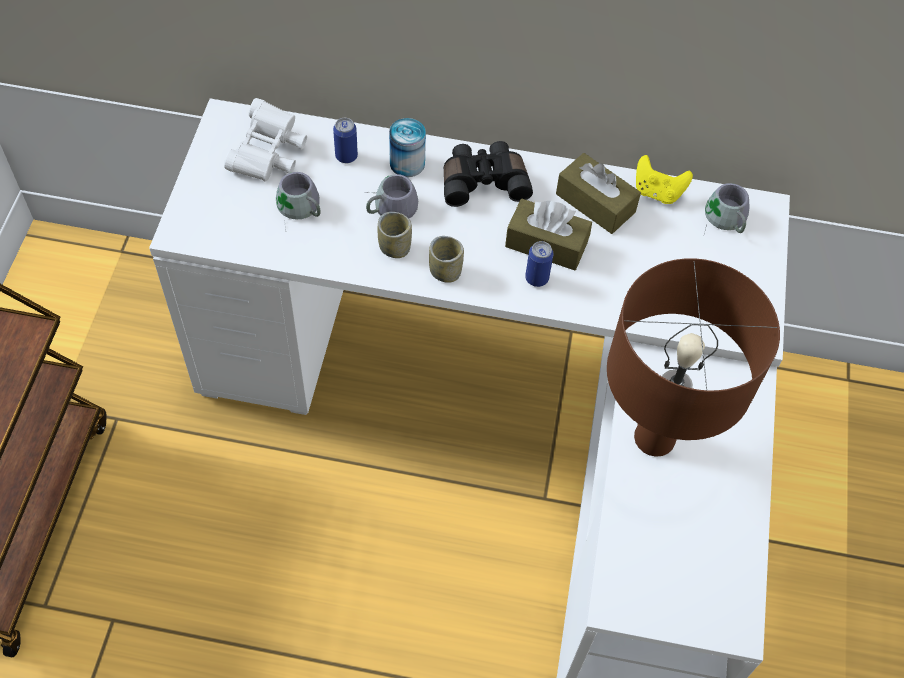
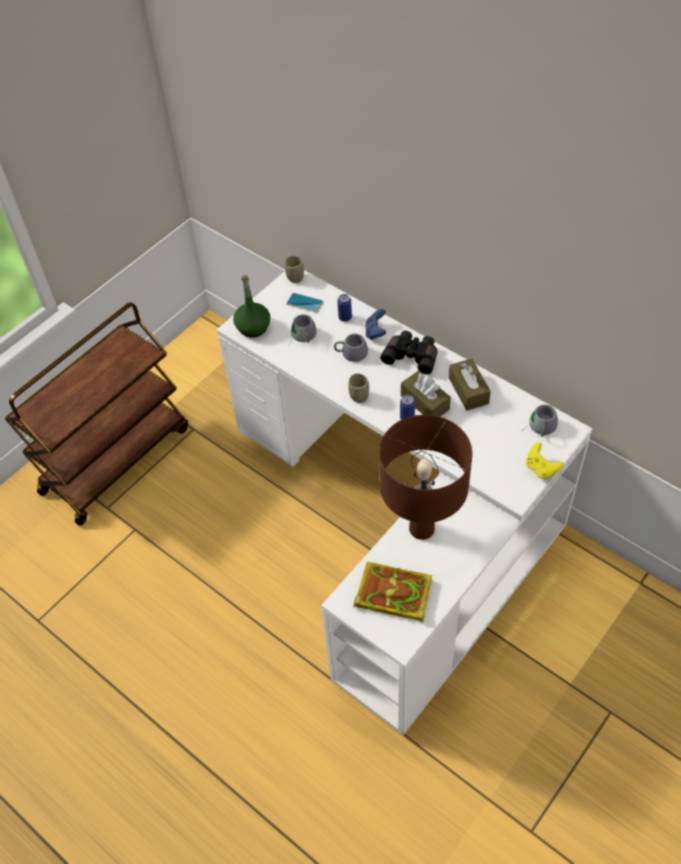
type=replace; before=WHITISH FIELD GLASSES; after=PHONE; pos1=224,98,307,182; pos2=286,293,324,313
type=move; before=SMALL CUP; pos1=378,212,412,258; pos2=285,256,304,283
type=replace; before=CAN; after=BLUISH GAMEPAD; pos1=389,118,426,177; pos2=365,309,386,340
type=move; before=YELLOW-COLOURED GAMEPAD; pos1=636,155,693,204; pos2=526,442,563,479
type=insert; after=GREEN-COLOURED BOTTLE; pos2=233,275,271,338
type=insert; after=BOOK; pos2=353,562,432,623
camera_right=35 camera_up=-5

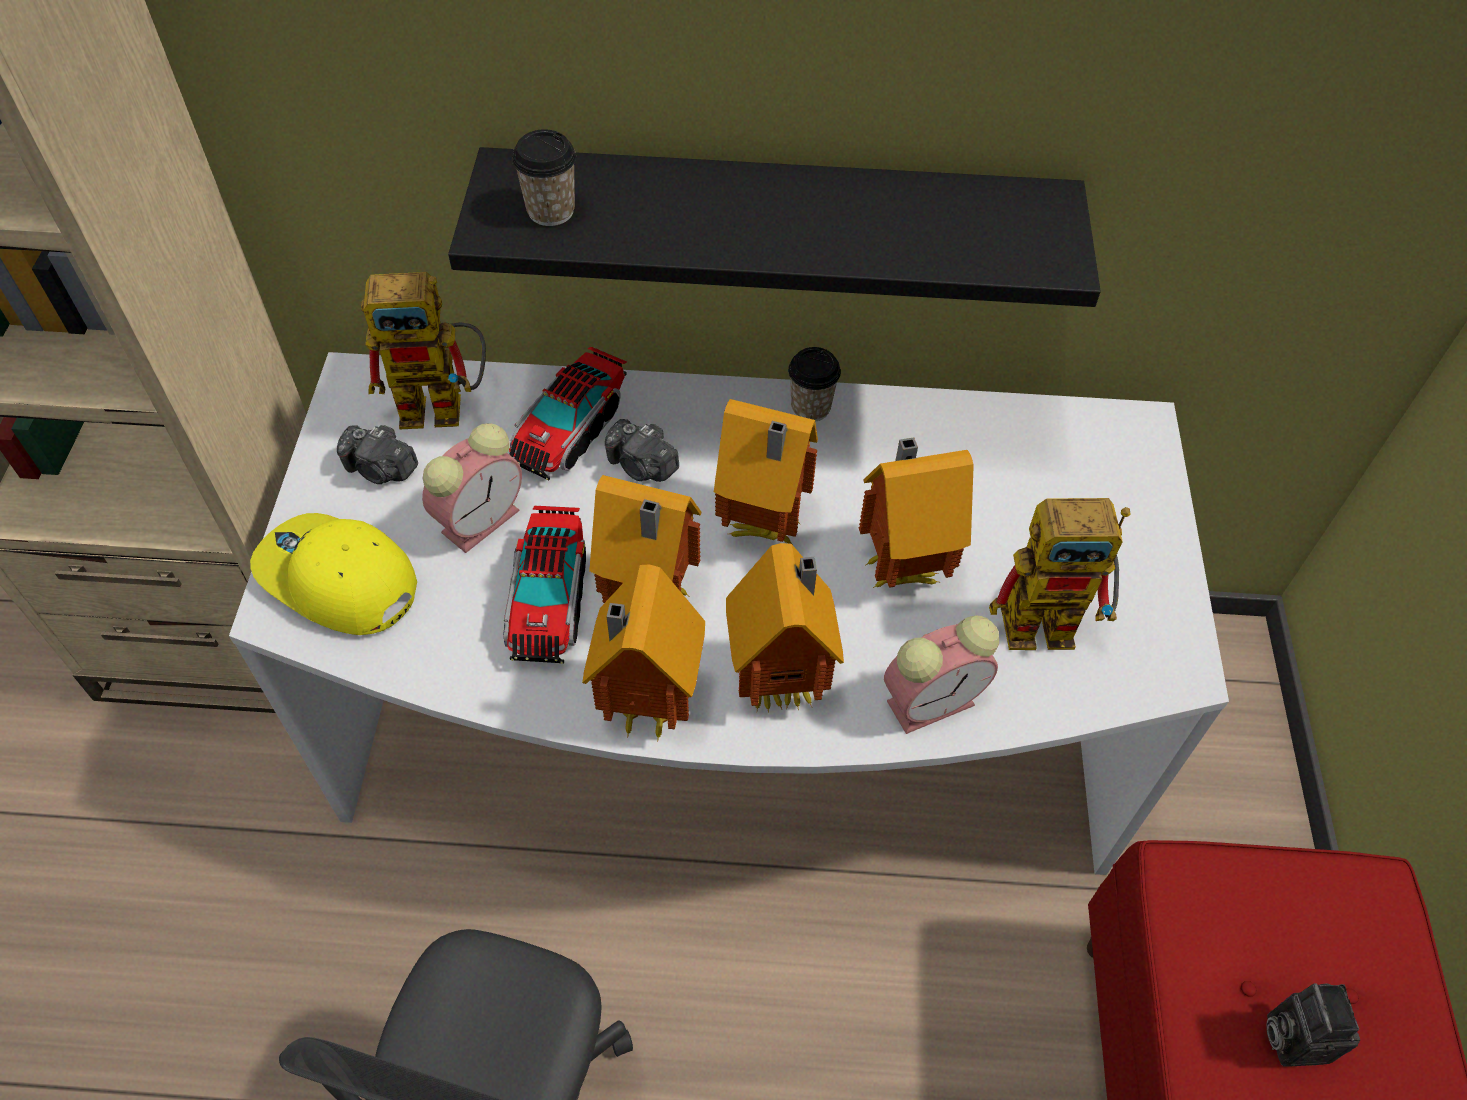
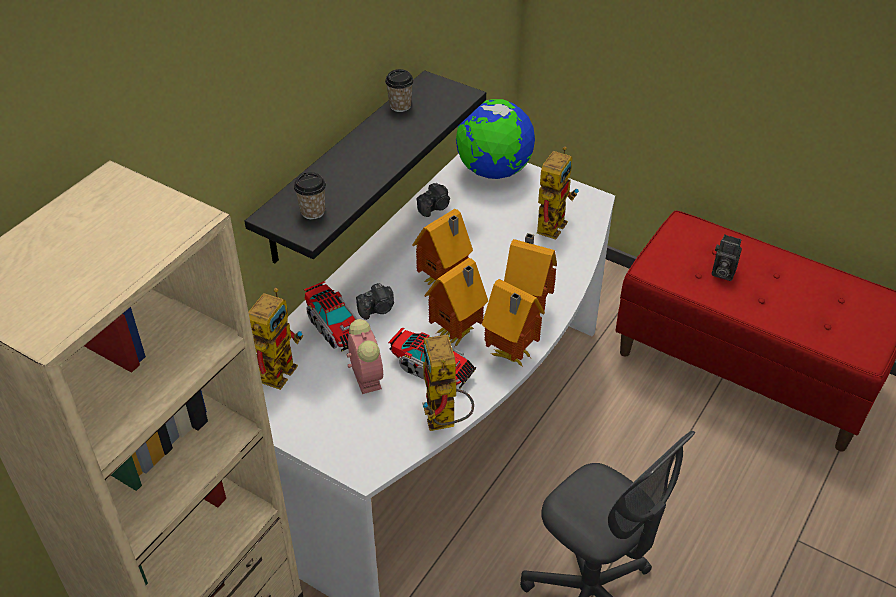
type=delete; before=YELLOW-COLOURED BASEBALL CAP; pos1=250,513,417,635
type=move; before=PHOTO CAMERA; pos1=337,425,418,484; pos2=416,183,450,217
type=move; before=SMALL CUP; pos1=788,347,841,422; pos2=385,69,414,112
type=delete; before=MINIATURE HOUSE; pos1=859,437,974,589
type=delete; before=TABLE CLOCK; pos1=884,616,999,734
type=insert; after=ROBOT FIGURE; pos2=422,334,474,431
type=insert; after=WORLD GLOBE; pos2=456,99,535,179
camera_right=-60 camera_up=-10

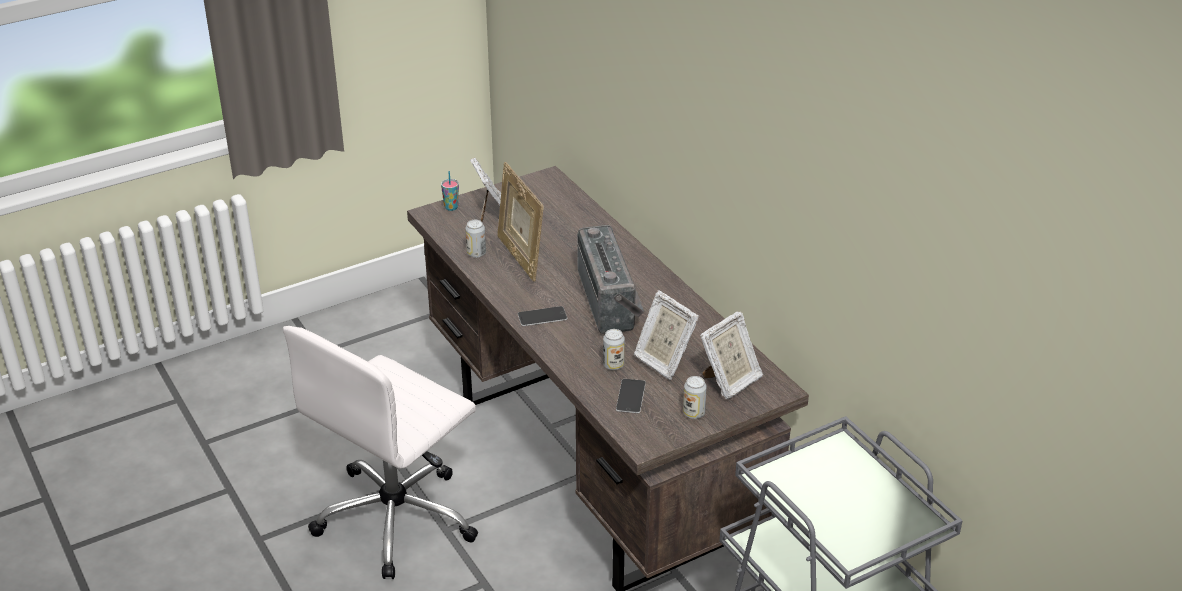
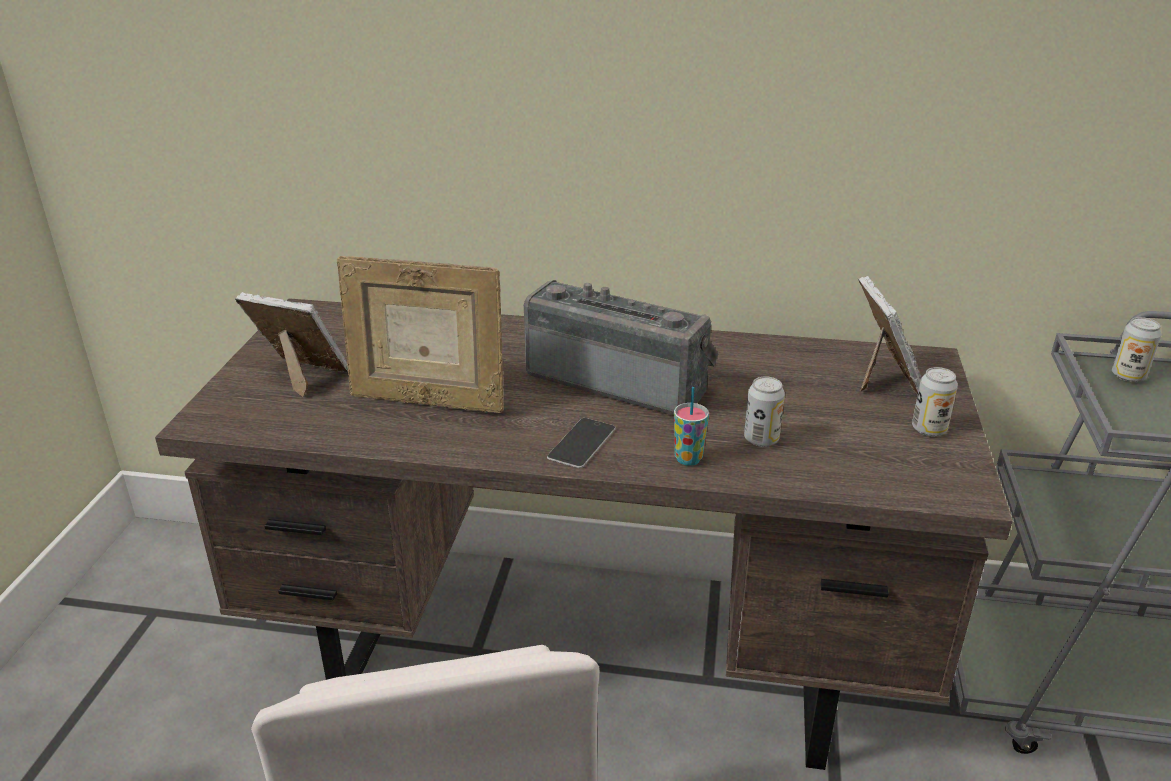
type=move; before=SMALL CUP; pos1=441,171,459,211; pos2=674,387,709,466
type=move; before=CAN; pos1=465,220,486,258; pos2=1112,317,1161,382
type=delete; before=PHONE; pos1=616,379,646,413
type=delete; before=STANDING FRAME; pos1=633,290,699,380
camera_right=-50 camera_up=-5

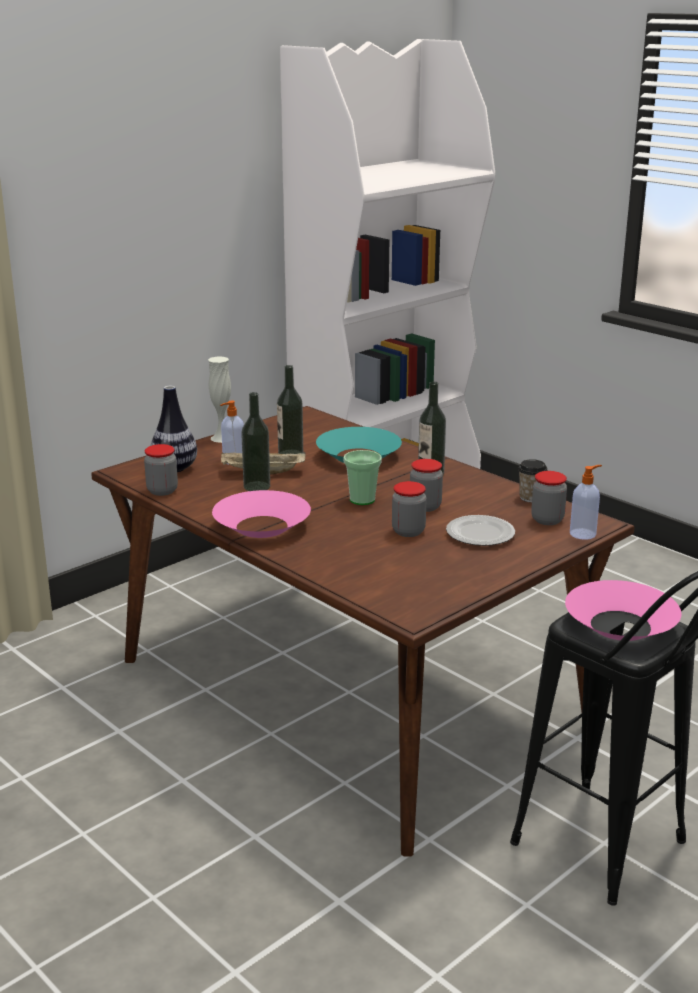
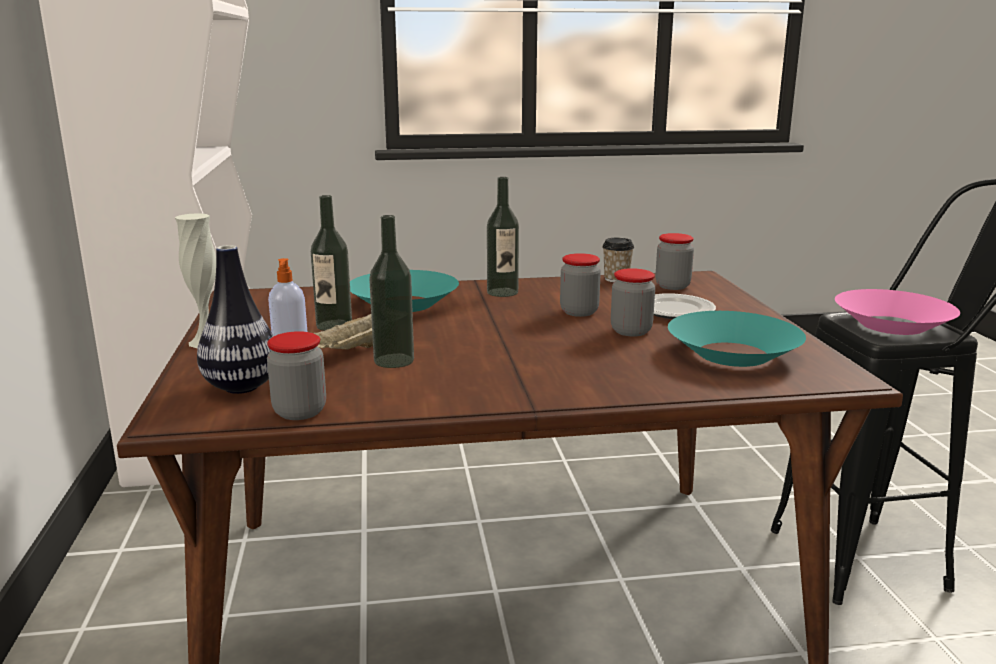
type=delete; before=PINKISH DEEP DISH; pos1=212,490,311,538
type=delete; before=SMALL CUP; pos1=344,450,382,505
type=delete; before=SOAP DISPENSER; pos1=570,465,602,540
type=insert; after=BLUE-GREEN DEEP DISH; pos2=668,311,806,367
camera_right=-55 camera_up=-5

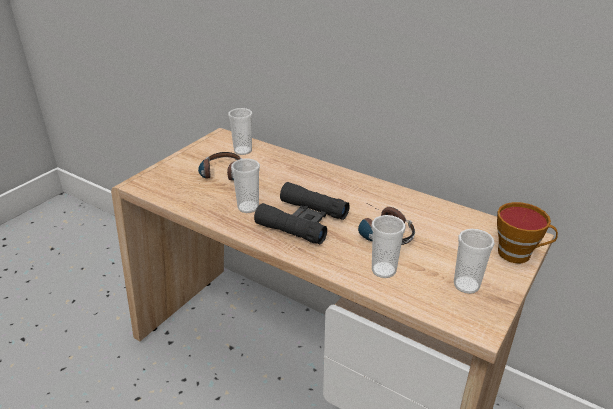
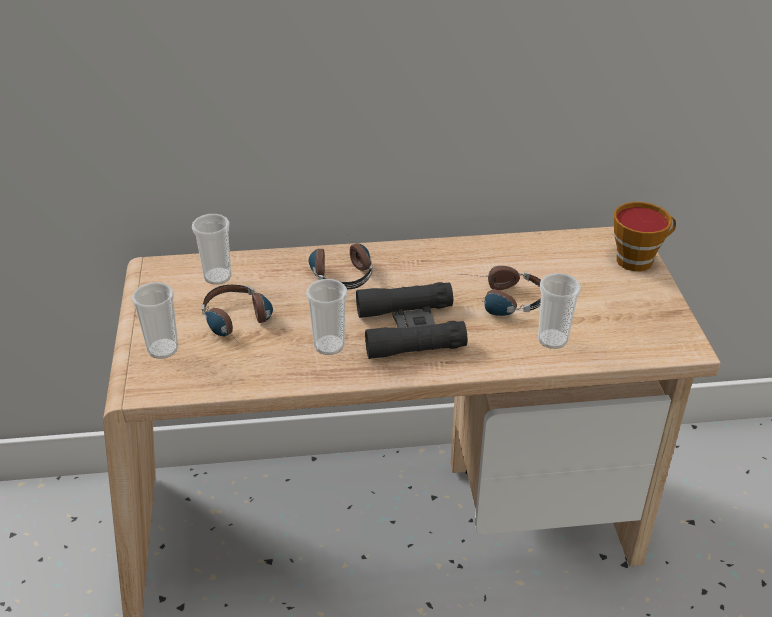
type=move; before=SMALL CUP; pos1=454,229,495,294; pos2=132,282,178,359
type=insert; after=HEADPHONES; pos2=309,234,373,290
camera_right=-40 camera_up=5

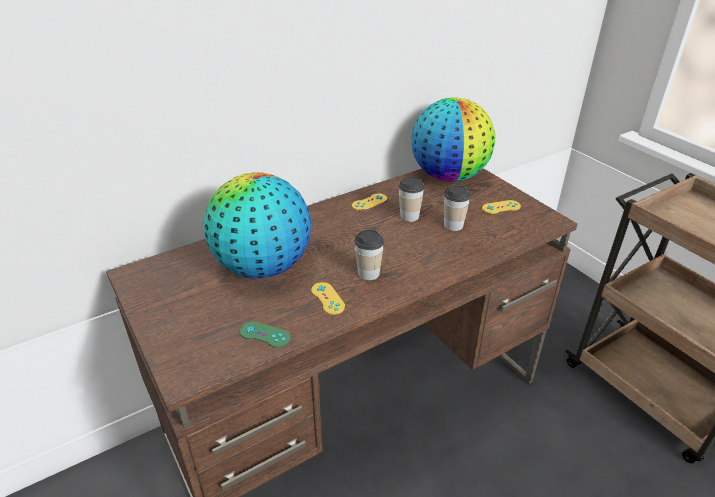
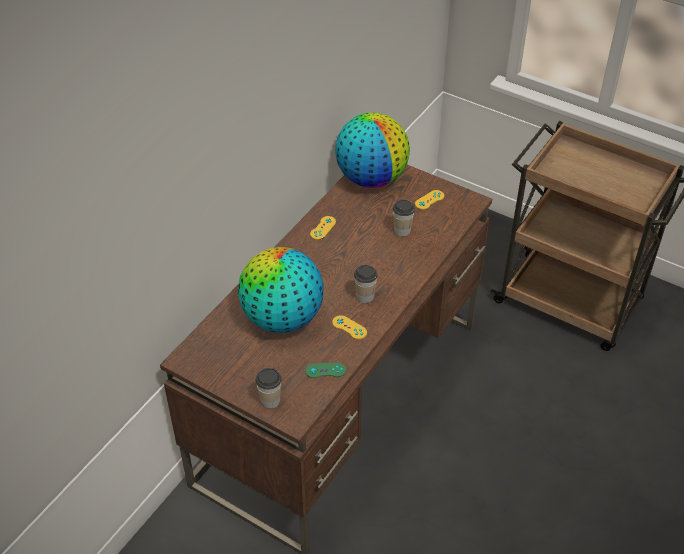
type=move; before=SMALL CUP; pos1=399,177,425,222; pos2=256,368,281,409
camera_right=-25 camera_up=10

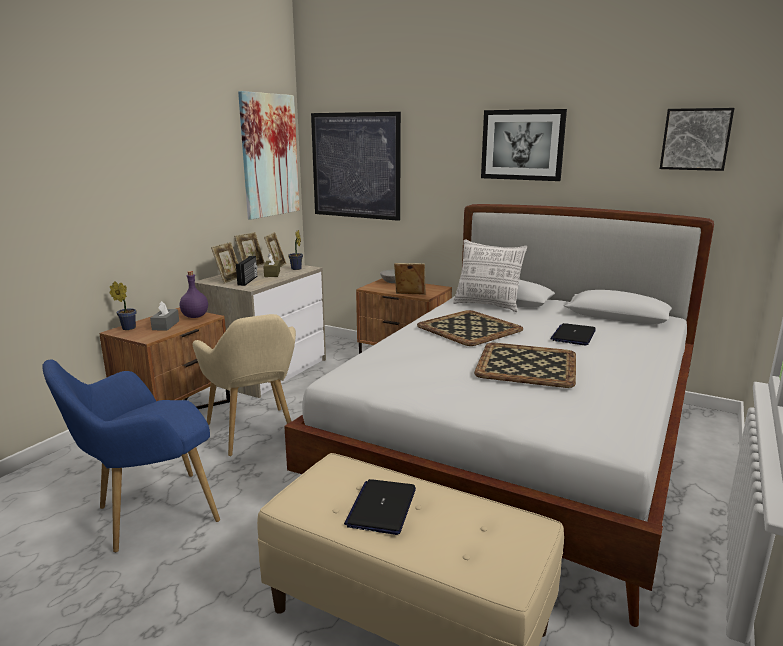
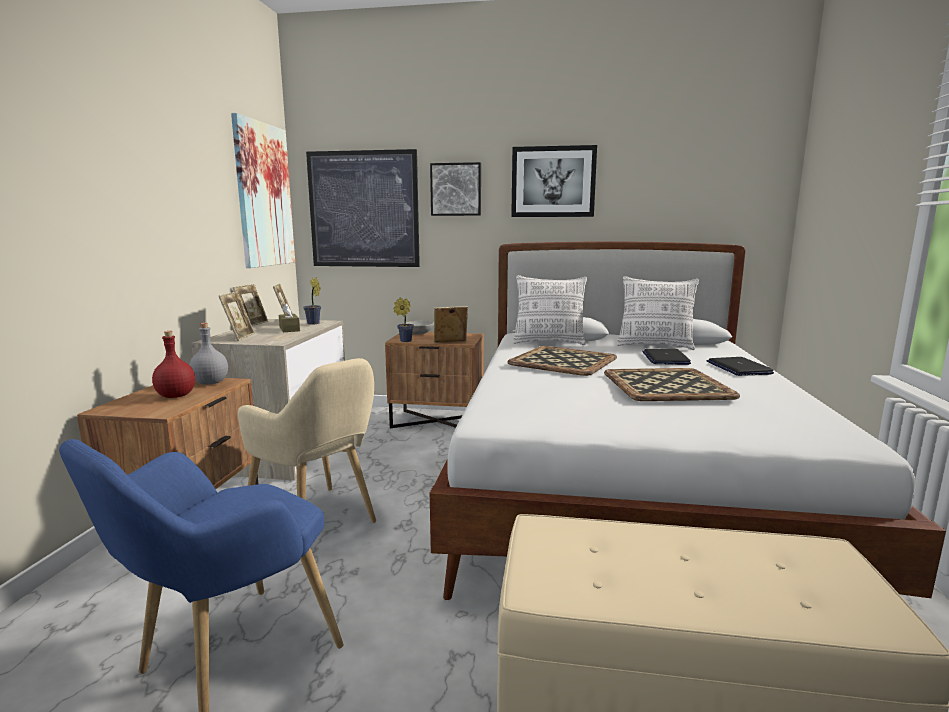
type=move; before=PLANT IN A POT; pos1=109,281,137,330; pos2=394,298,414,342
type=replace; before=GRAY TISSUE HOLDER; after=REDDISH BOTTLE; pos1=150,301,179,331; pos2=152,331,195,398
type=recolor; before=PURPLE BOTTLE; after=GRAY BOTTLE; pos1=180,271,208,318; pos2=190,323,228,385
type=delete; before=RADIO RECEIVER; pos1=236,256,258,286
type=move; before=NOTEBOOK COMPUTER; pos1=344,479,416,535; pos2=707,357,774,376
type=move; before=WALL PICTURE; pos1=660,108,734,171; pos2=430,162,481,216
type=insert; after=PILLOW; pos2=617,276,699,350
camera_right=-20 camera_up=-5

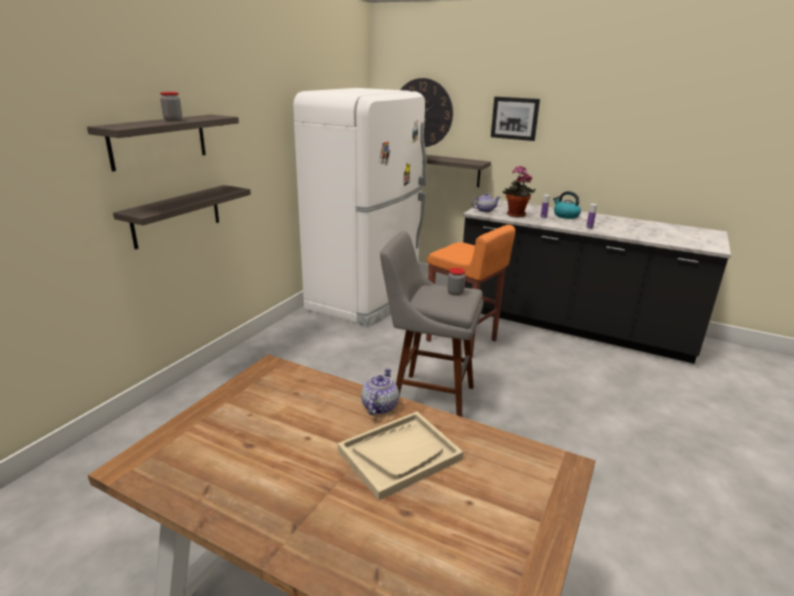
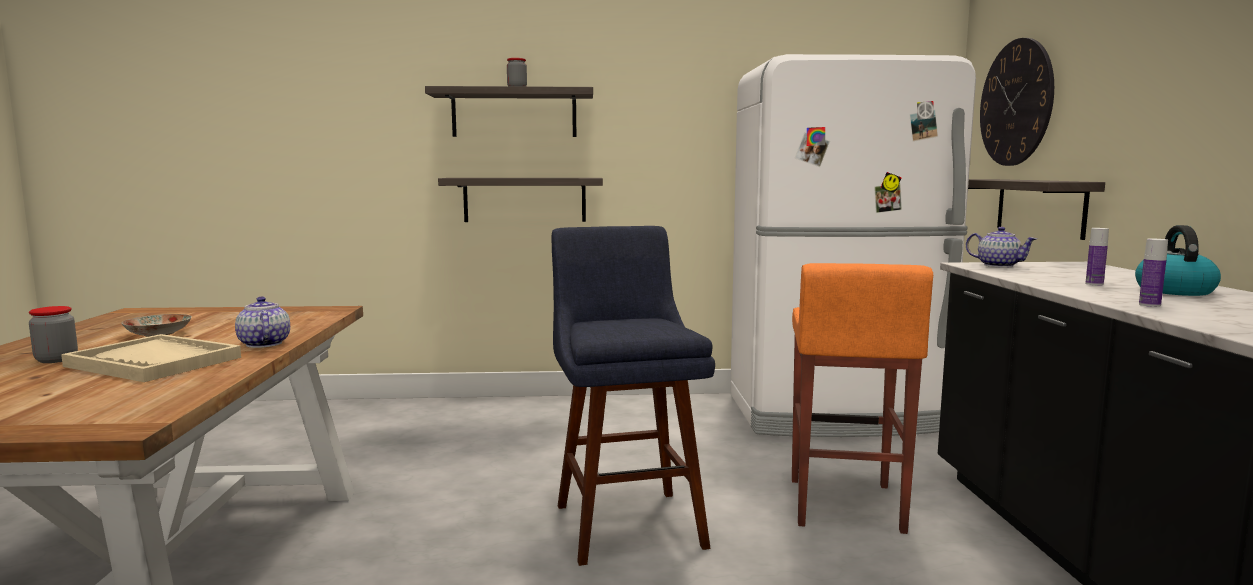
type=rotate; before=POT FOR TEA; pos1=361,368,399,415; pos2=235,296,290,348; turn=-105
type=recolor; before=GRAY STOOL; after=BLUISH STOOL; pos1=380,231,483,417; pos2=552,226,715,566
type=move; before=PRESERVE JAR; pos1=447,268,466,296; pos2=29,306,78,363
type=delete; before=WALL PICTURE; pos1=491,97,540,141
type=delete; before=PLANT IN A POT; pos1=503,166,536,217
type=insert; after=DINNER PLATE; pos2=121,314,192,337
camera_right=60 camera_up=-15

